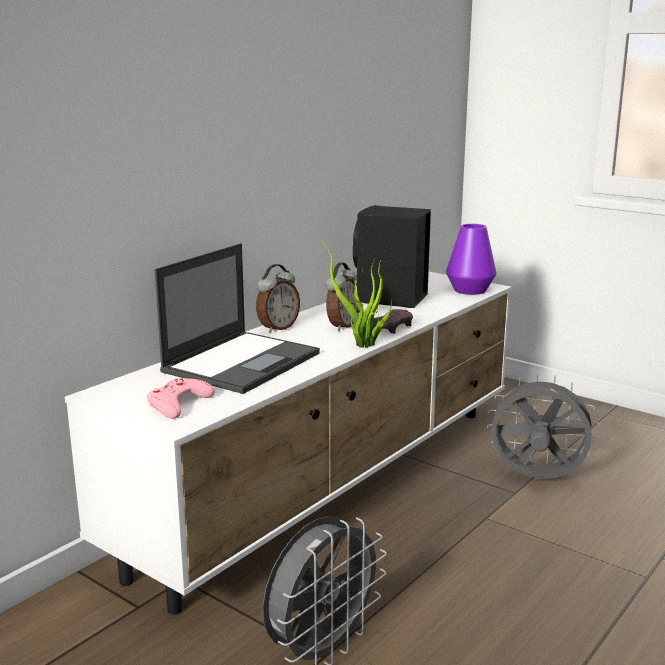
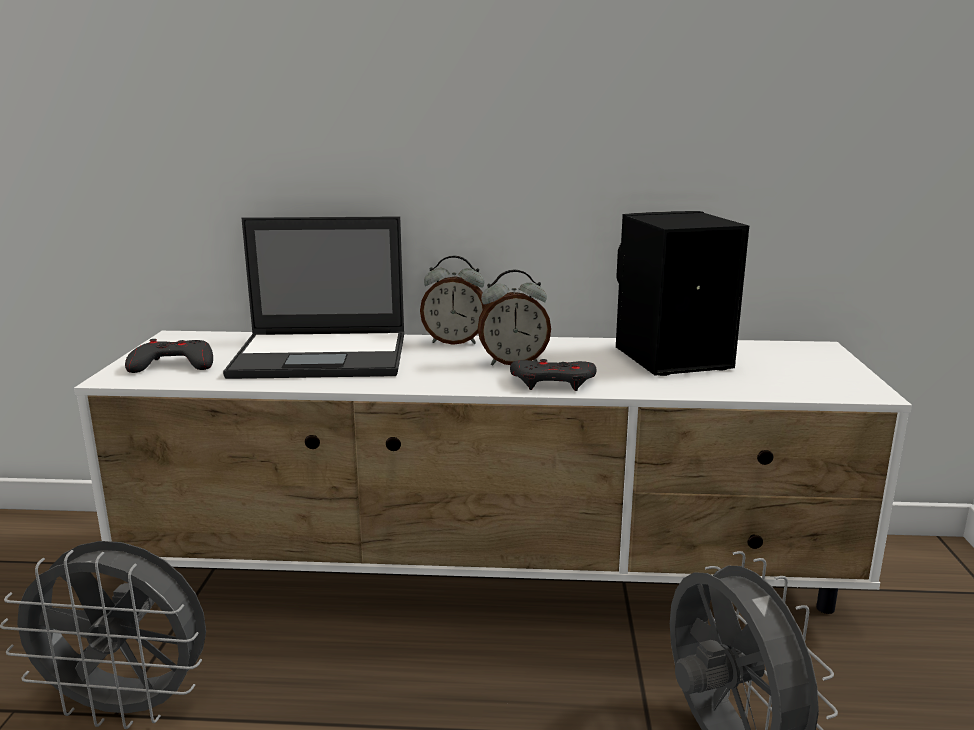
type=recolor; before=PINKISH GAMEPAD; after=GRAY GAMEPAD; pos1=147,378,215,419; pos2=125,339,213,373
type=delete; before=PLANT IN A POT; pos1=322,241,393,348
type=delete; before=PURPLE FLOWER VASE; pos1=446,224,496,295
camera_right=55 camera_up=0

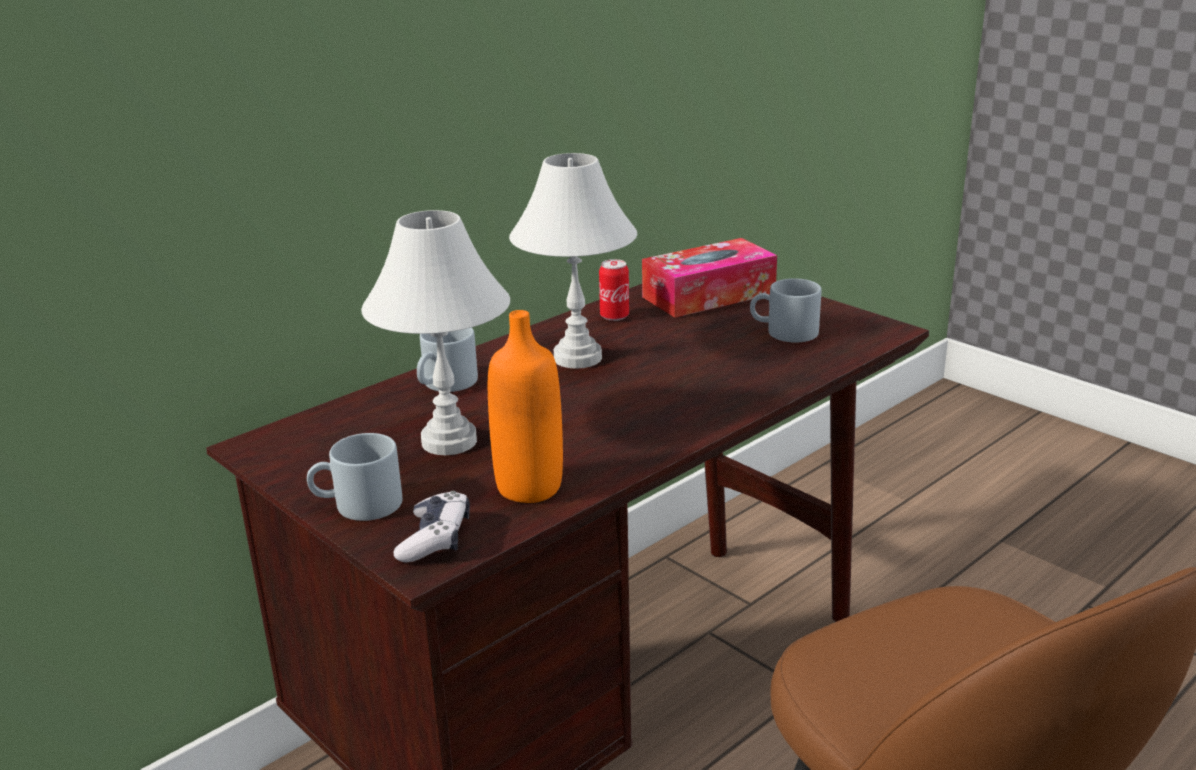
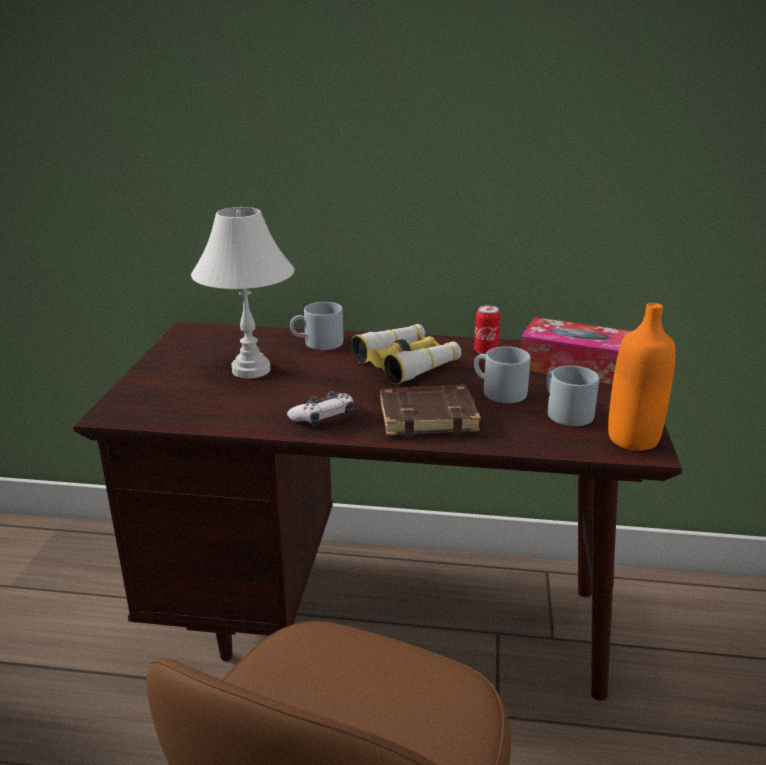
type=move; before=GRAY MUG; pos1=307,433,402,521; pos2=474,346,531,403
type=move; before=GAMEPAD; pos1=394,491,470,563; pos2=287,391,354,427
type=move; before=ORANGEY BOTTLE; pos1=488,310,563,503; pos2=608,303,676,451
type=replace; before=WHITISH TABLETOP LAMP; after=FIELD GLASSES; pos1=509,153,637,369; pos2=351,324,461,384
type=insert; after=BROWN BOOK; pos2=380,385,481,437
camera_right=50 camera_up=0

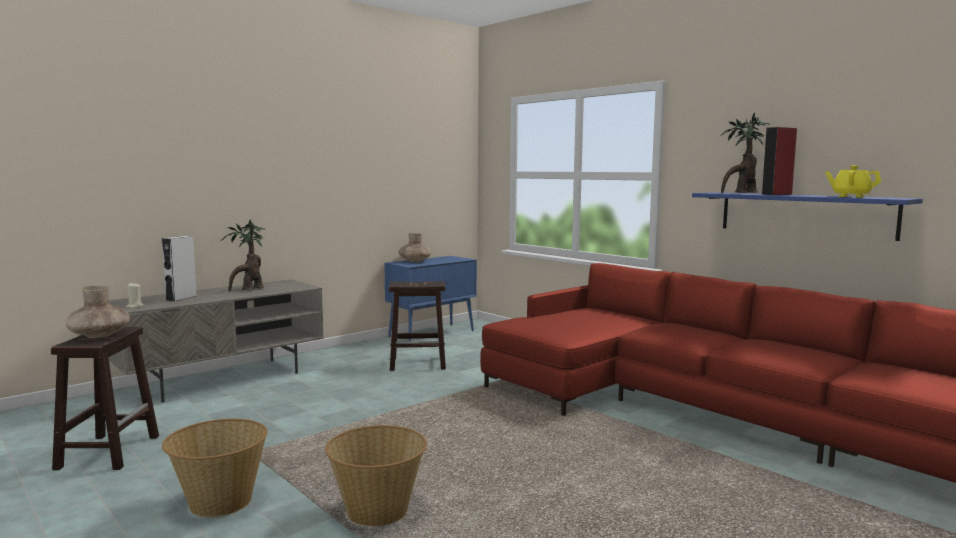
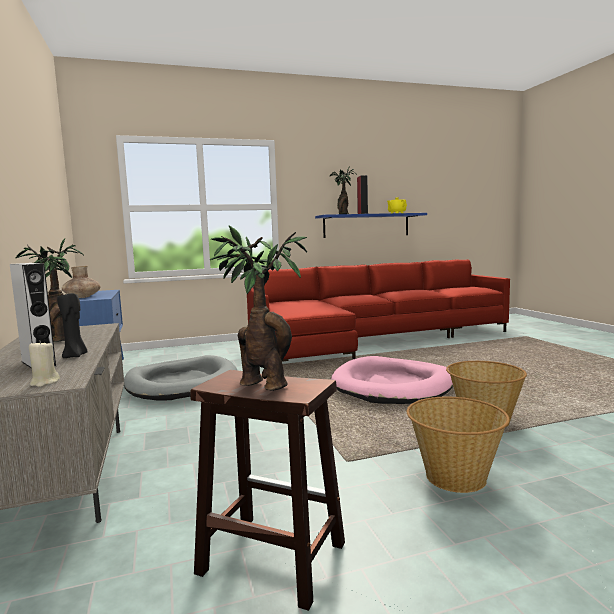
type=replace; before=BROWN FLOWER VASE; after=PLANT IN A POT; pos1=65,285,130,338; pos2=210,225,307,391
type=replace; before=BROWN STOOL; after=GRAY DOG CUSHION; pos1=389,281,446,371; pos2=124,355,237,401
type=insert; after=BLACK WAX LIGHT; pos2=57,291,88,358
type=insert; after=PINKISH DOG CUSHION; pos2=331,356,453,404
camera_right=-65 camera_up=0

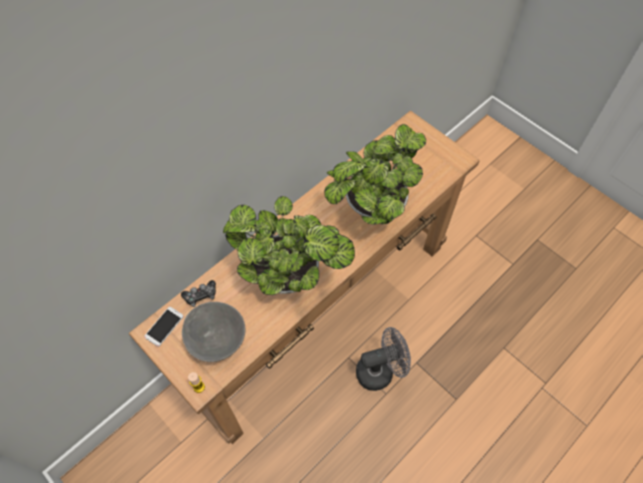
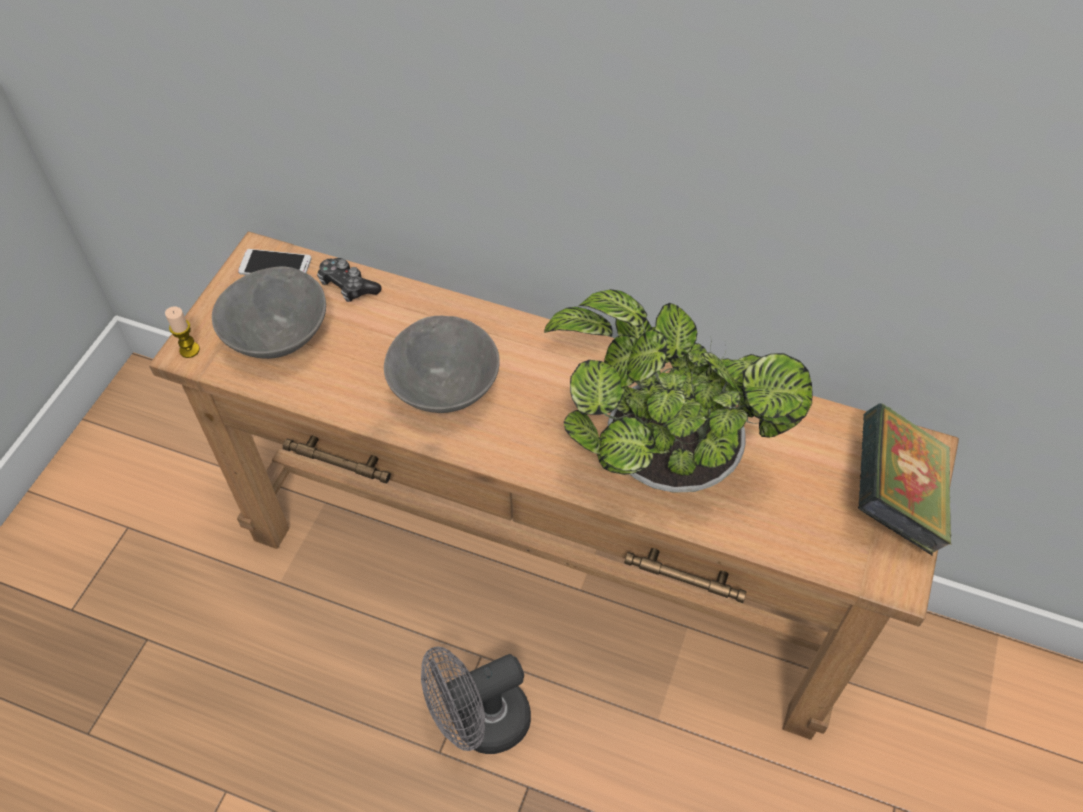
type=replace; before=PLANT IN A POT; after=GRAY DEEP DISH; pos1=223,196,355,295; pos2=384,316,500,413
type=rotate; before=GRAY FAN; pos1=356,327,411,391; pos2=421,646,531,754; turn=105
type=insert; after=BOOK; pos2=858,403,952,555
camera_right=65 camera_up=-5

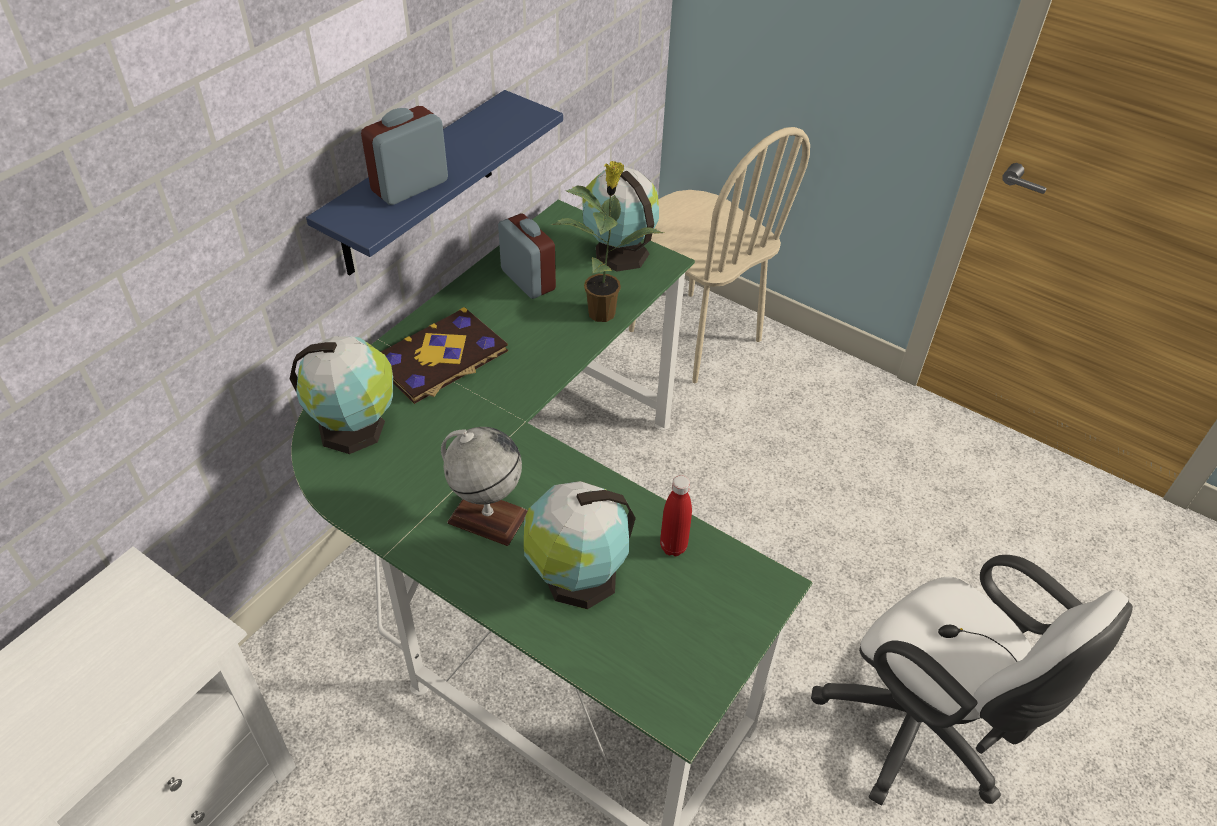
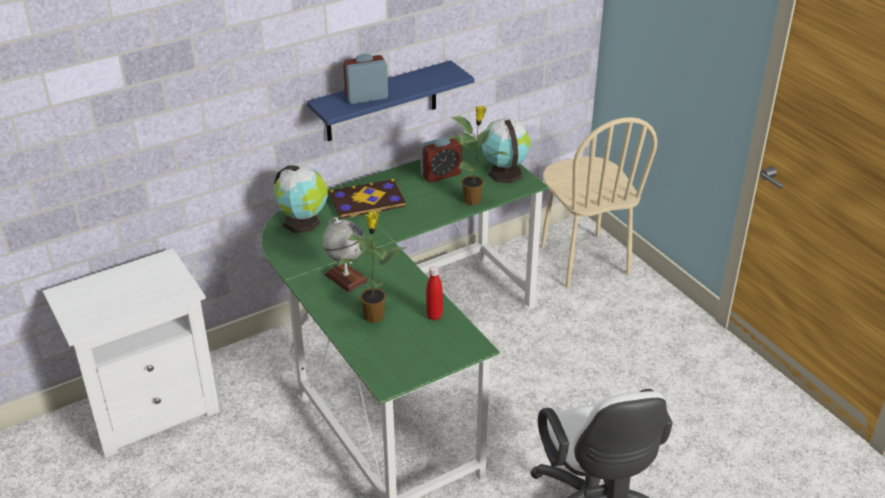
type=rotate; before=TABLE CLOCK; pos1=498,213,556,299; pos2=420,135,461,183; turn=75
type=replace; before=WORLD GLOBE; after=PLANT IN A POT; pos1=524,481,636,609; pos2=337,211,407,323
camera_right=25 camera_up=-10

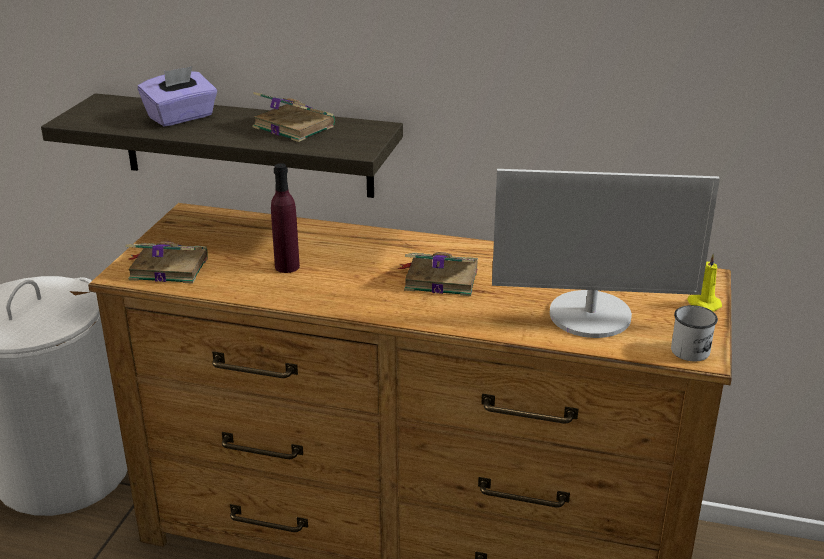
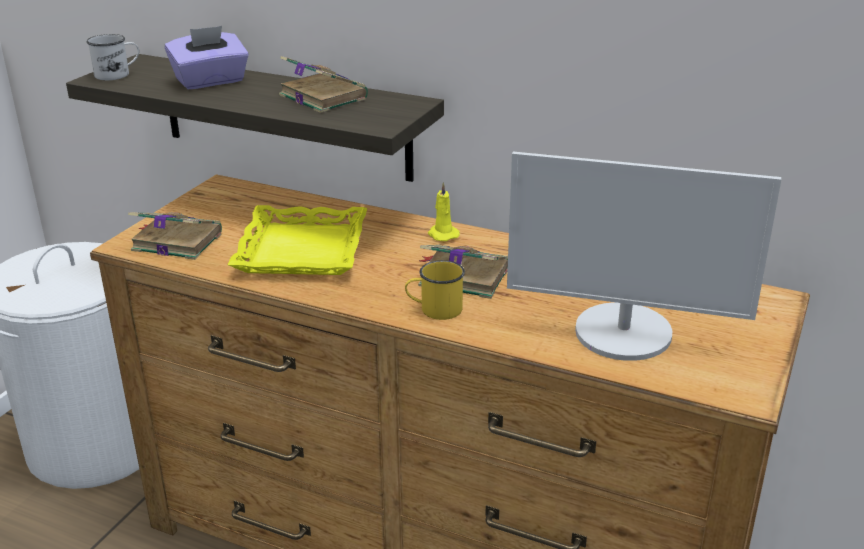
type=replace; before=PURPLE BOTTLE; after=YELLOW-COLOURED SERVING TRAY; pos1=271,163,300,273; pos2=227,205,367,275
type=move; before=WHITISH MUG; pos1=671,305,718,361; pos2=86,34,139,80
type=move; before=YELLOW-COLOURED WAX LIGHT; pos1=687,254,722,311; pos2=428,182,460,241
type=insert; after=YELLOW-COLOURED MUG; pos2=405,260,465,320
camera_right=10 camera_up=0

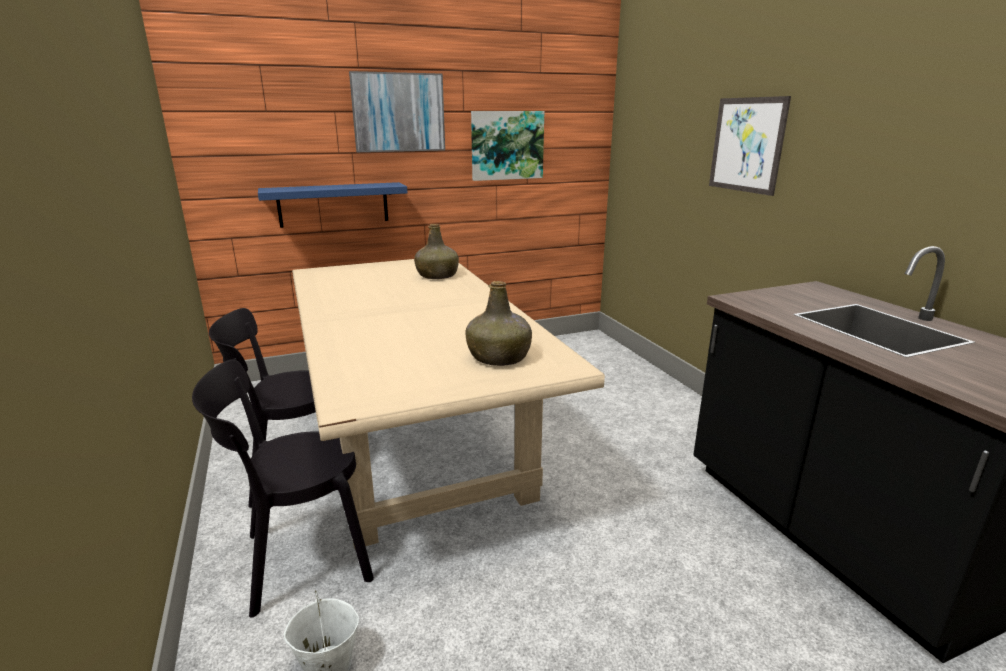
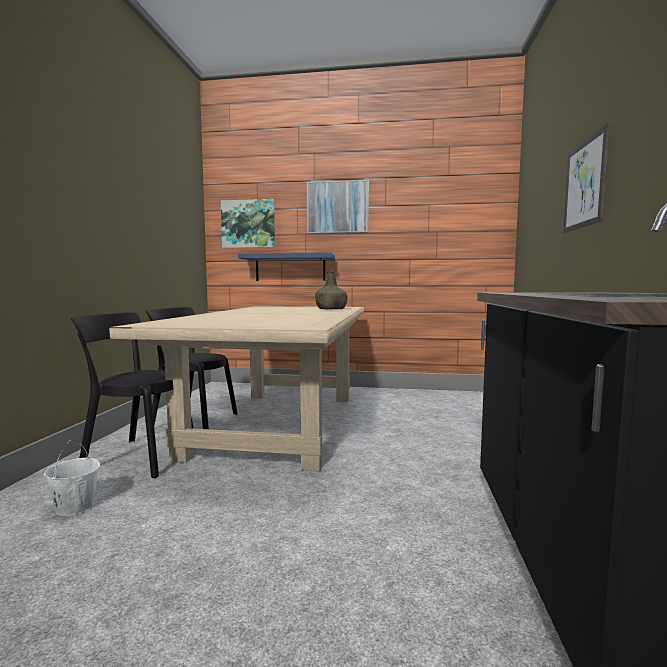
type=delete; before=GREEN-COLOURED BOTTLE; pos1=466,281,532,366
type=move; before=WALL PICTURE; pos1=471,111,544,181; pos2=221,199,275,248
camera_right=30 camera_up=-15

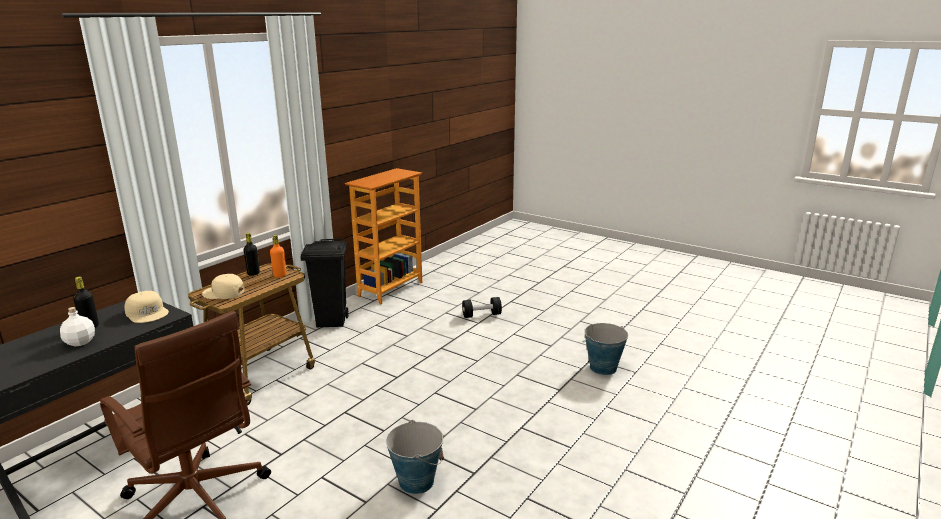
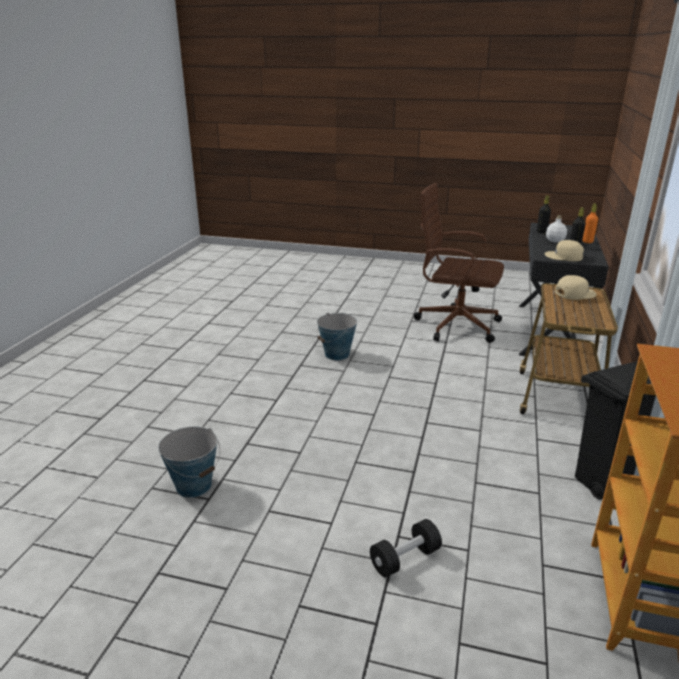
type=move; before=BLACK BOTTLE; pos1=244,233,260,276; pos2=537,195,551,233
type=move; before=ORANGEY BOTTLE; pos1=270,235,286,278; pos2=583,204,598,243
camera_right=160 camera_up=5

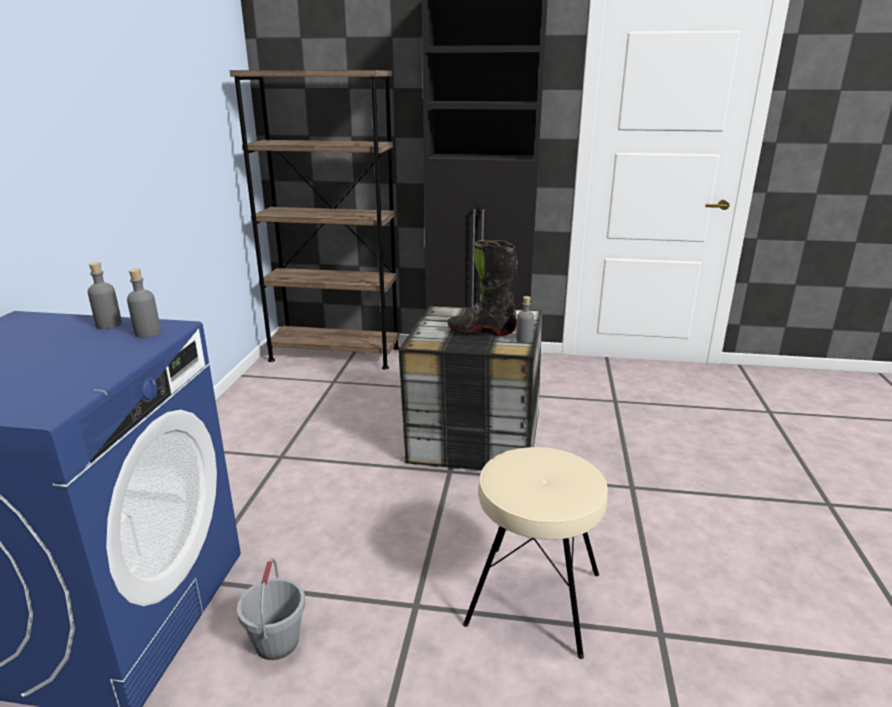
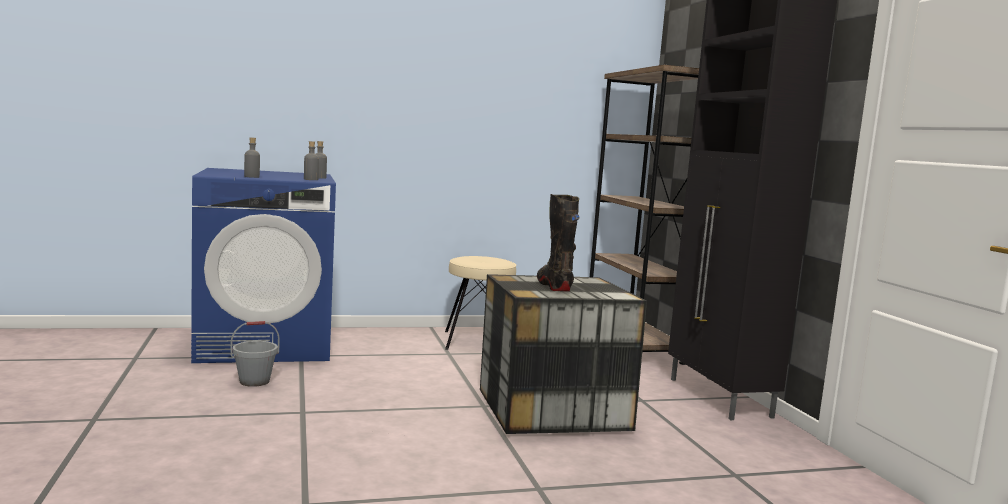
type=move; before=BEIGE-COLOURED STOOL; pos1=463,447,608,659; pos2=445,256,516,350
type=move; before=GRAY BOTTLE; pos1=516,296,534,343; pos2=244,137,260,178
camera_right=65 camera_up=-15

